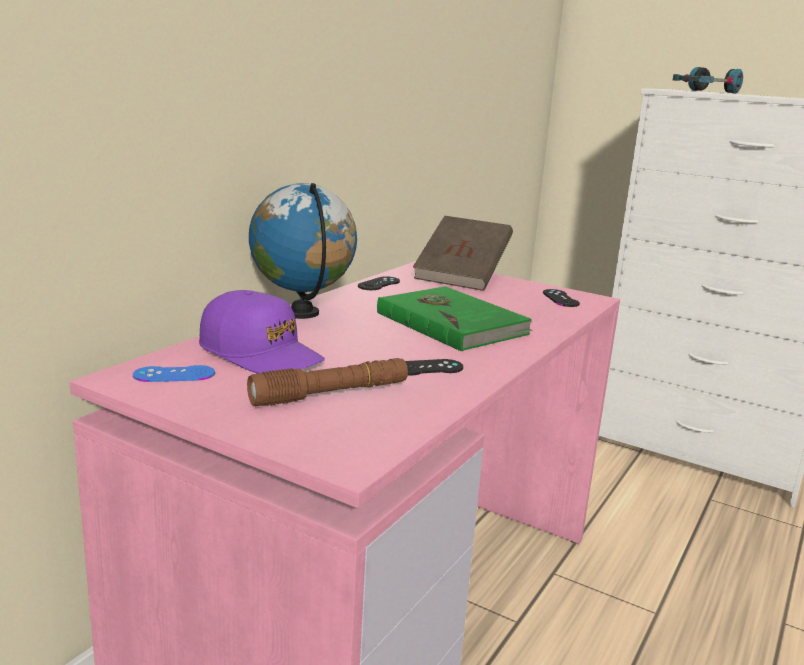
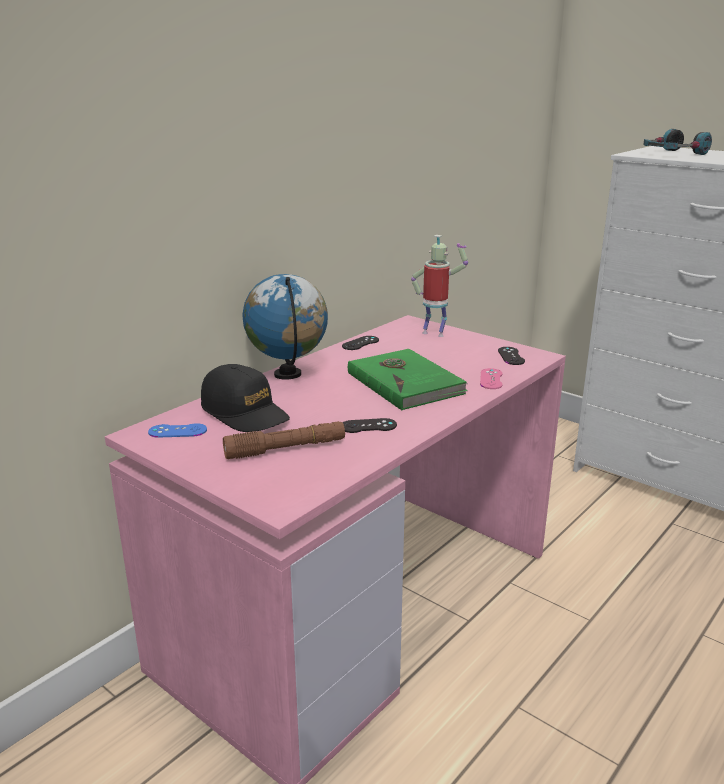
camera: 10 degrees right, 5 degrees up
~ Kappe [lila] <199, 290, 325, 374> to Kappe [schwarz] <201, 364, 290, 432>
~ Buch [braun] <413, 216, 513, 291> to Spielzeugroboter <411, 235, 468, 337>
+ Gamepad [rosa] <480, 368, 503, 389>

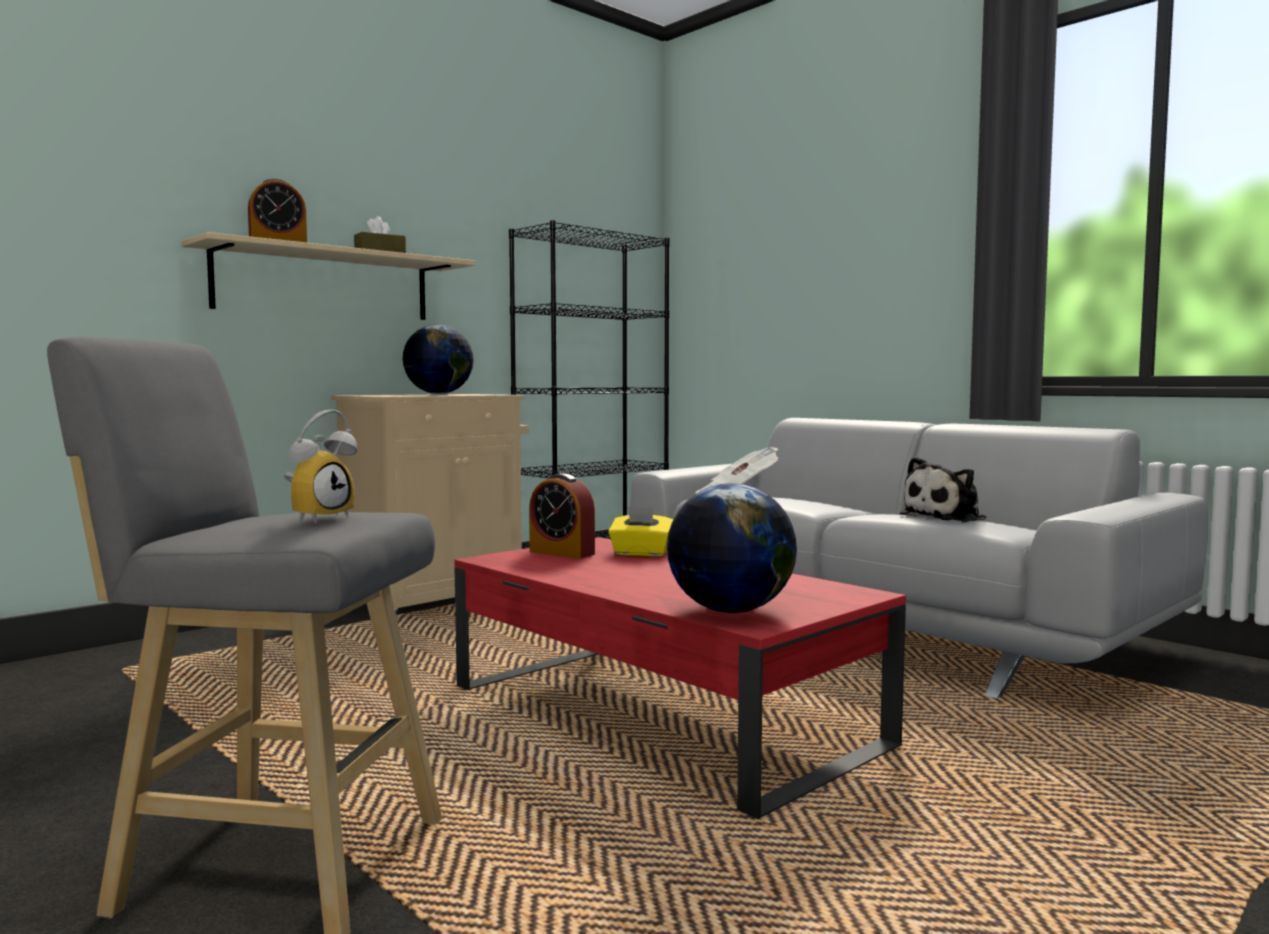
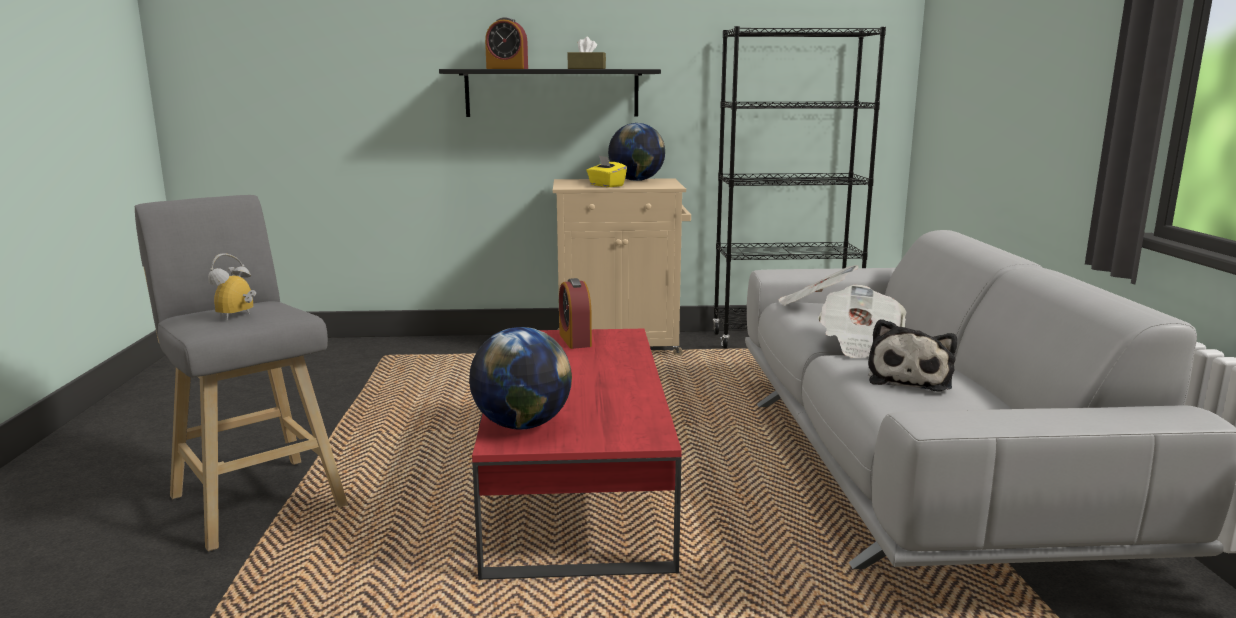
camera: 40 degrees right, 10 degrees up
~ Wandregal [beige] <181, 232, 476, 320> to Wandregal [schwarz] <439, 69, 661, 117>
~ Wecker <284, 409, 357, 523> = <208, 253, 256, 320> 135 degrees clockwise
~ Taschentuchbox [gelb] <608, 506, 674, 557> to <586, 156, 627, 187>
~ Plüschtier <899, 457, 986, 522> = <868, 319, 957, 391> 75 degrees counterclockwise
+ Zeitung <818, 285, 907, 358>

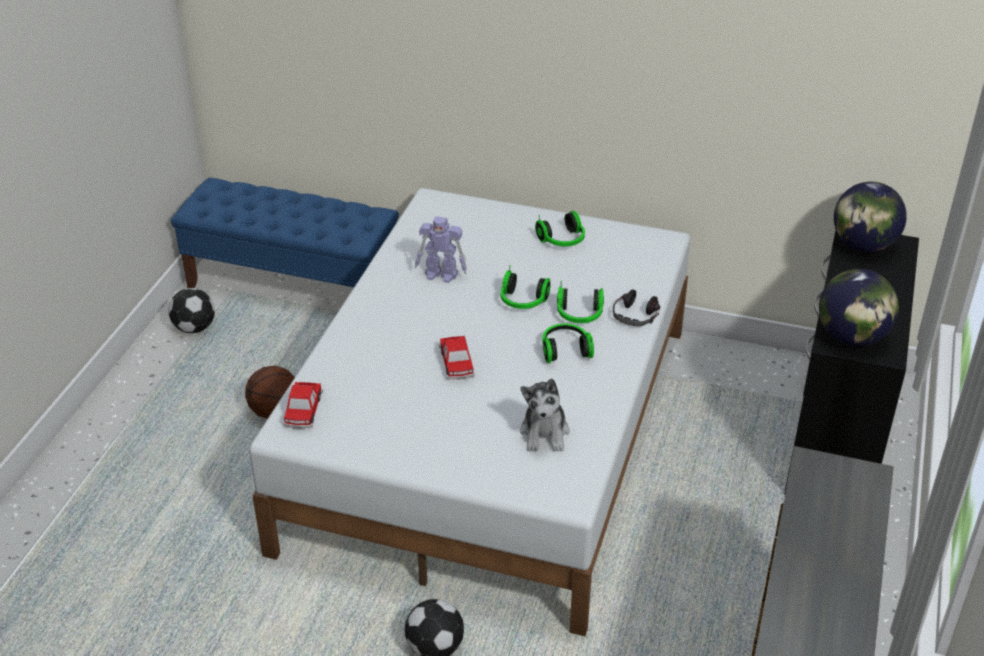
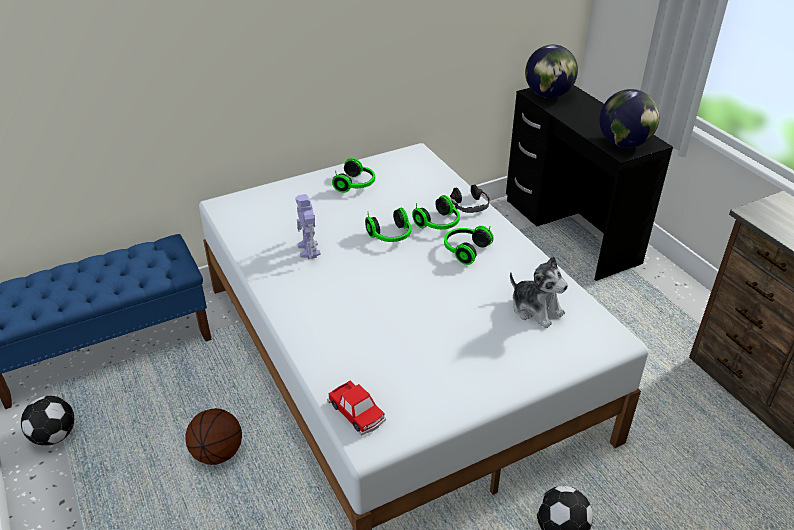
camera: 45 degrees left, 0 degrees up
~ Spielzeugroboter <415, 216, 467, 283> = <295, 194, 320, 259> 105 degrees clockwise
- Spielzeugauto <439, 336, 475, 380>

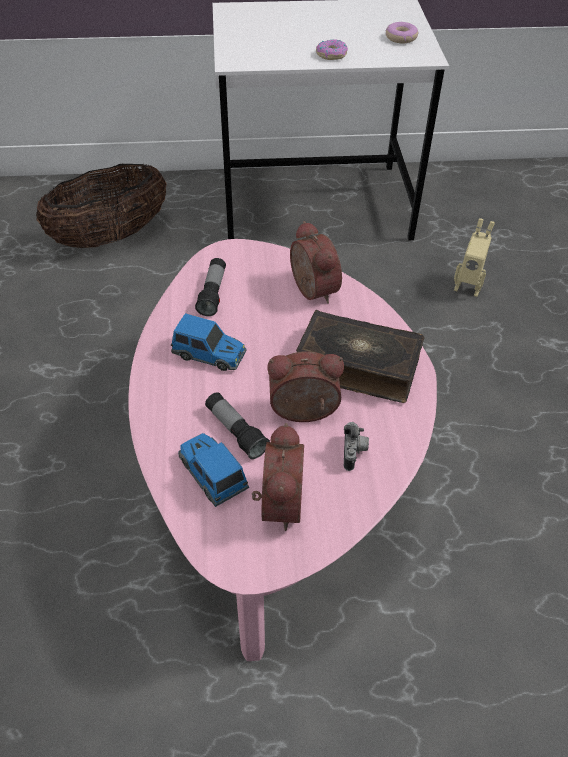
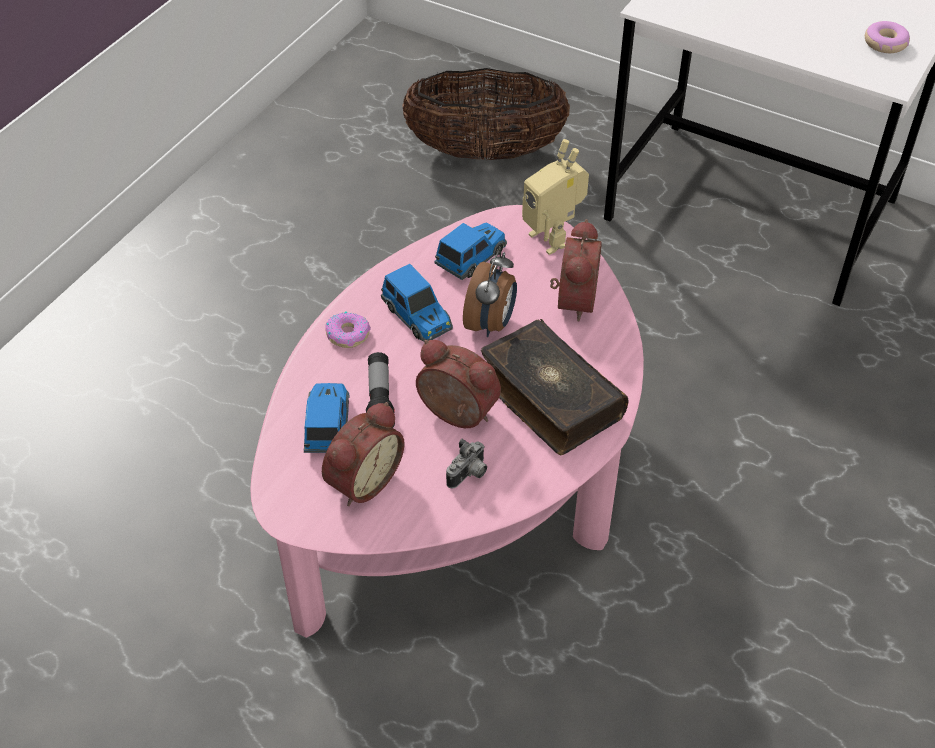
camera: 35 degrees right, 0 degrees up
~ Taschenlampe <195, 258, 226, 316> to Spielzeugauto <435, 223, 507, 280>
~ Donut <316, 39, 348, 60> to <325, 311, 371, 348>
~ Spielzeugroboter <454, 218, 495, 297> to <522, 139, 589, 255>
+ Wecker <463, 251, 517, 337>

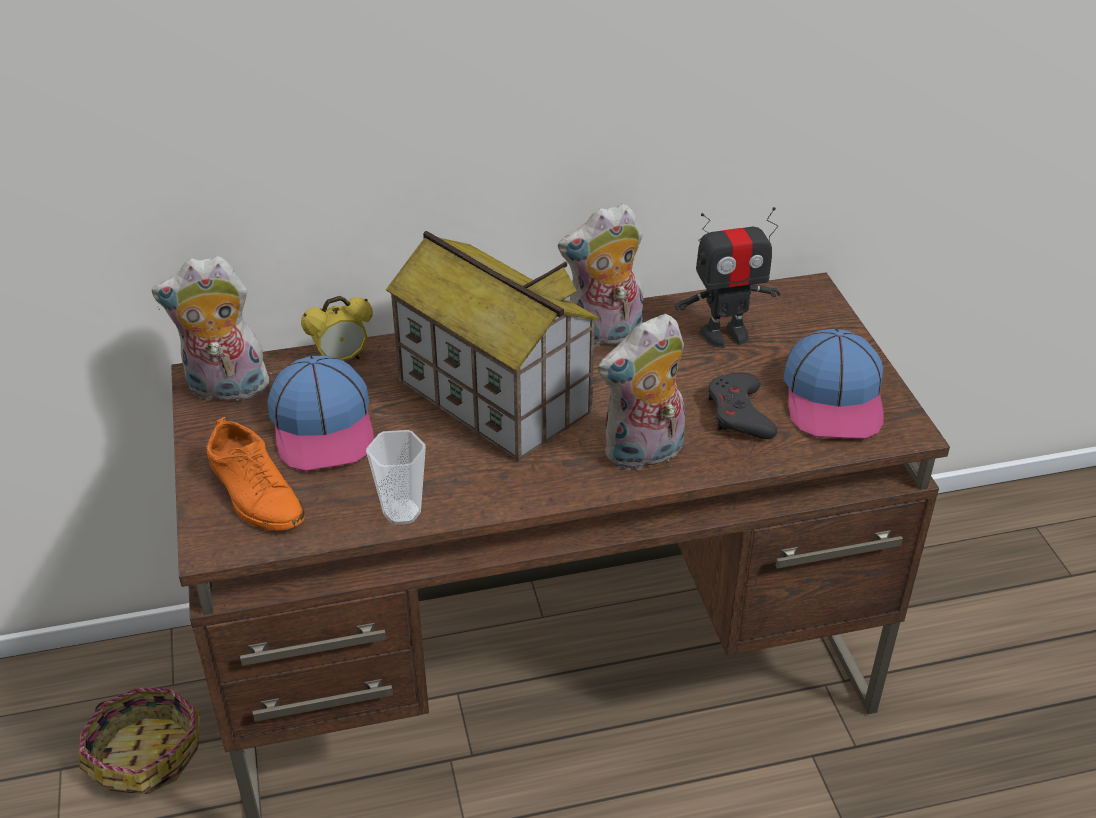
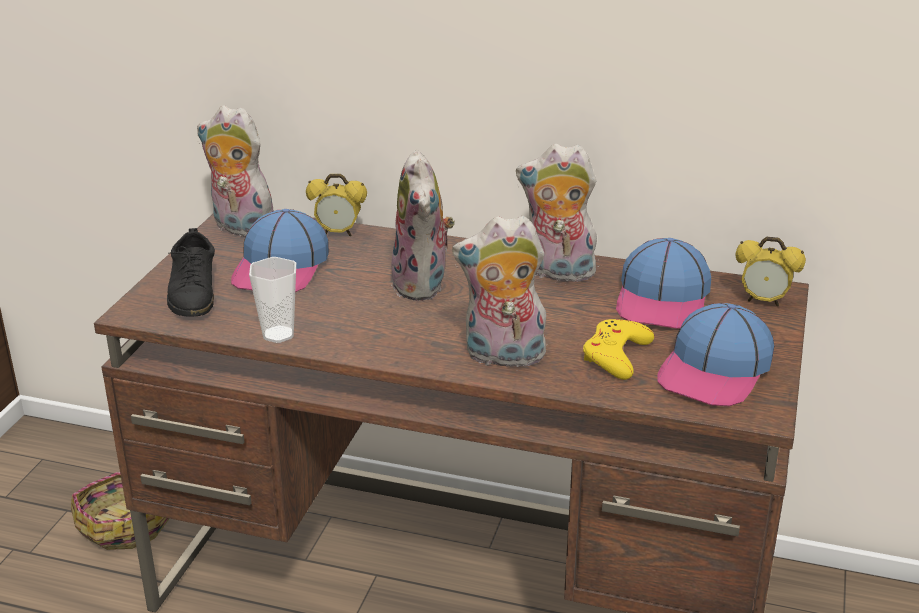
camera: 30 degrees right, 10 degrees down
~ Schuh [orange] <207, 417, 305, 531> to Schuh [schwarz] <167, 228, 215, 317>
~ Spielzeughaus <386, 231, 600, 462> to Plüschtier <390, 150, 455, 301>
~ Spielzeugroboter <675, 207, 780, 348> to Kappe <616, 238, 711, 329>
~ Gamepad [grau] <708, 372, 777, 439> to Gamepad [gelb] <583, 319, 654, 380>
+ Wecker <735, 237, 806, 306>

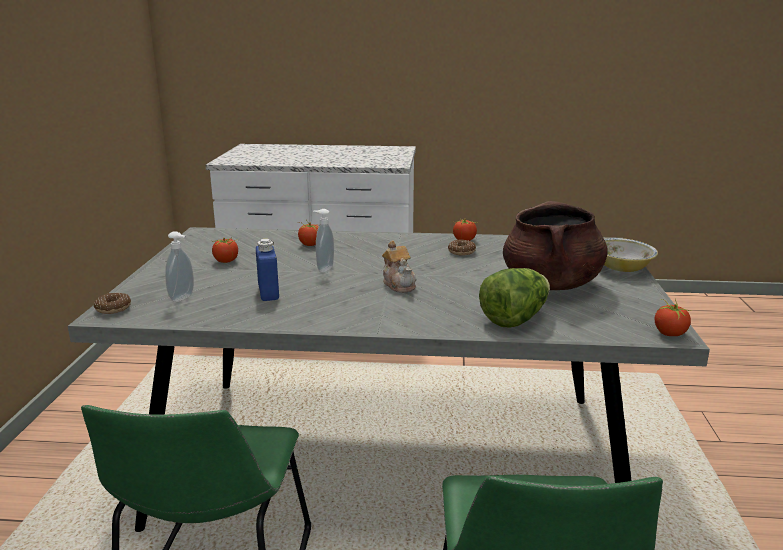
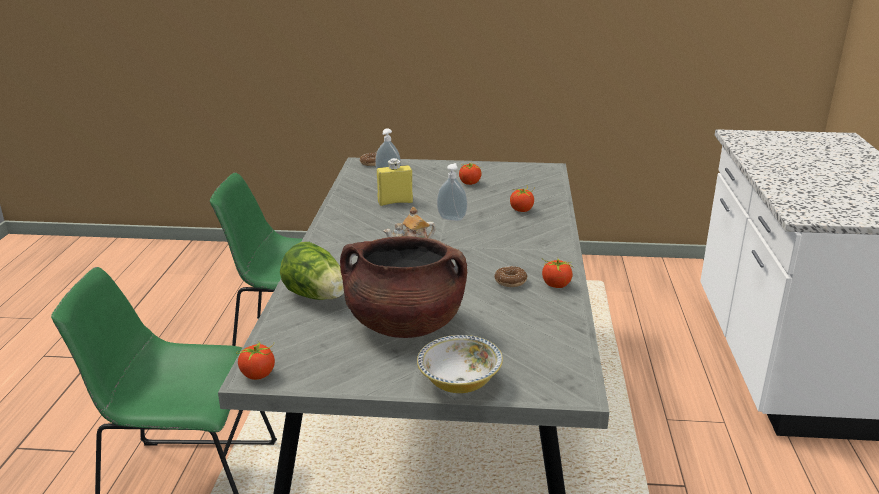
camera: 90 degrees right, 5 degrees up
~ Flasche [blau] <256, 239, 279, 301> to Flasche [gelb] <377, 158, 413, 206>

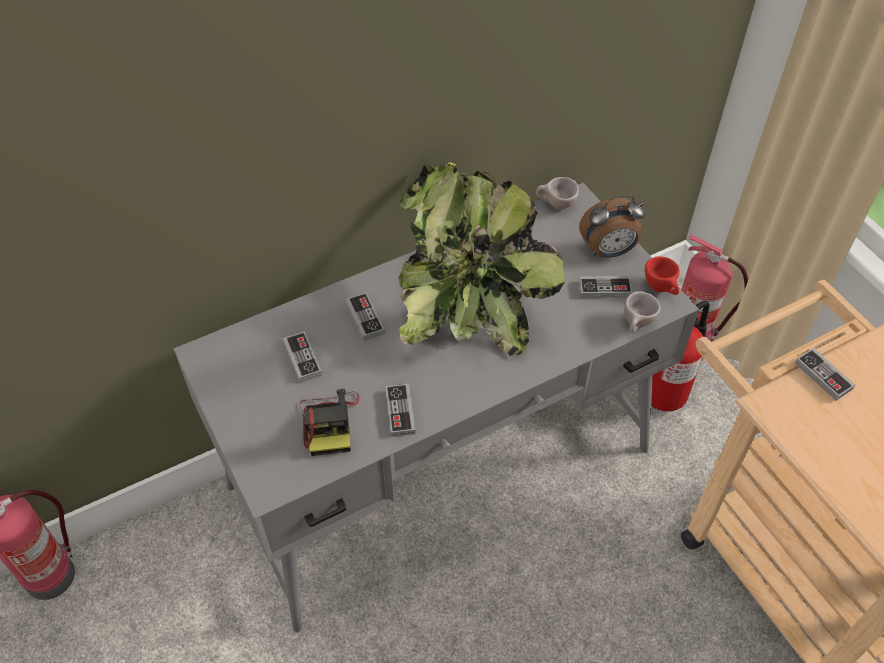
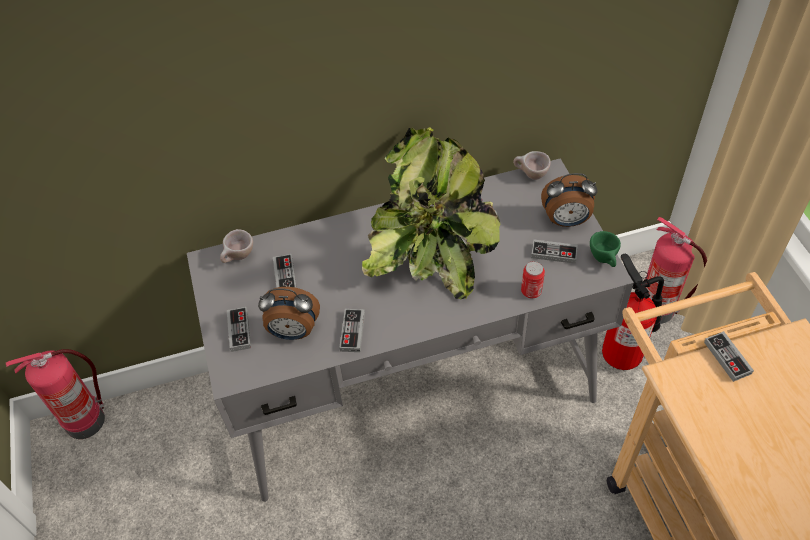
camera: 15 degrees right, 0 degrees up
~ Kamera <300, 389, 360, 456> to Wecker <258, 287, 320, 340>
~ Gamepad <346, 293, 385, 341> to <227, 307, 251, 352>
~ Tasse [beige] <624, 291, 660, 333> to <220, 229, 253, 263>
~ Tasse [rot] <645, 256, 680, 295> to Tasse [grün] <590, 231, 621, 267>
+ Dose <521, 261, 545, 298>

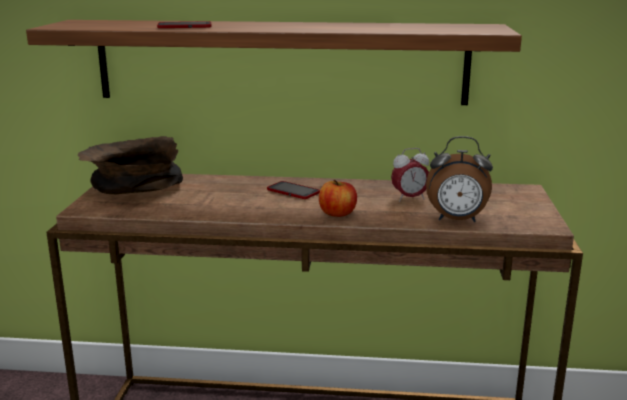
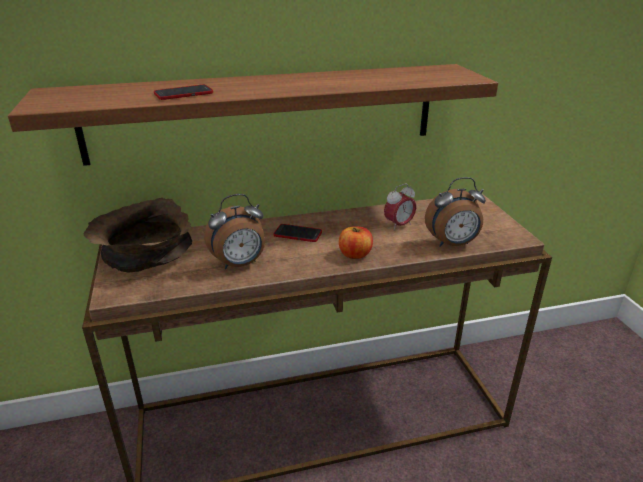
camera: 20 degrees left, 10 degrees up
+ Wecker <204, 194, 265, 269>

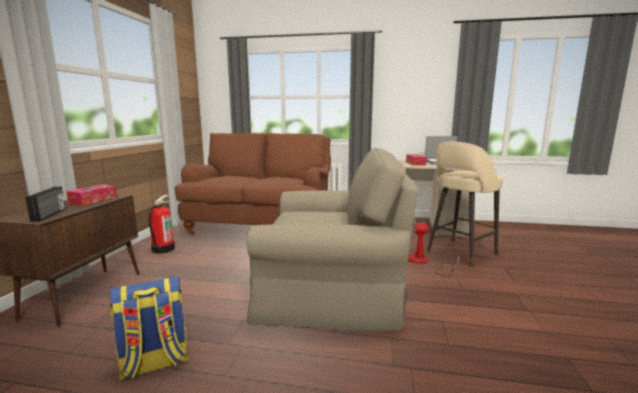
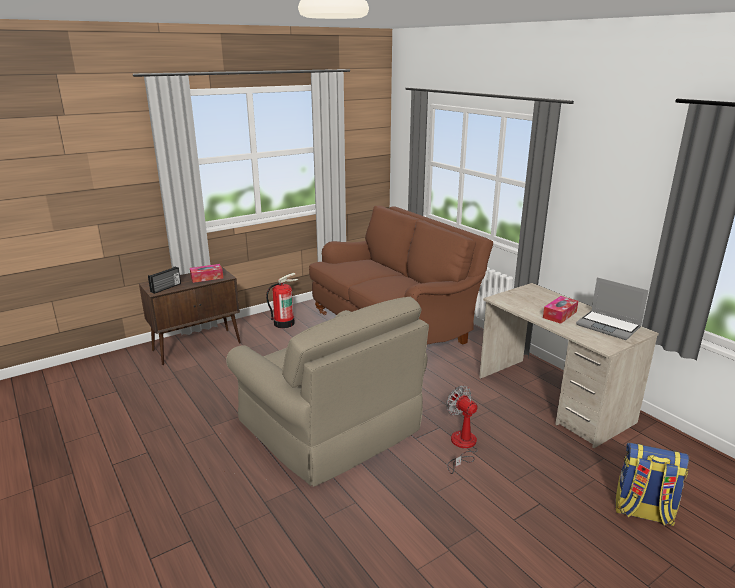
camera: 45 degrees right, 10 degrees up
~ Rucksack <109, 277, 189, 380> to <616, 443, 689, 526>
- Hocker [beige] <427, 142, 503, 268>

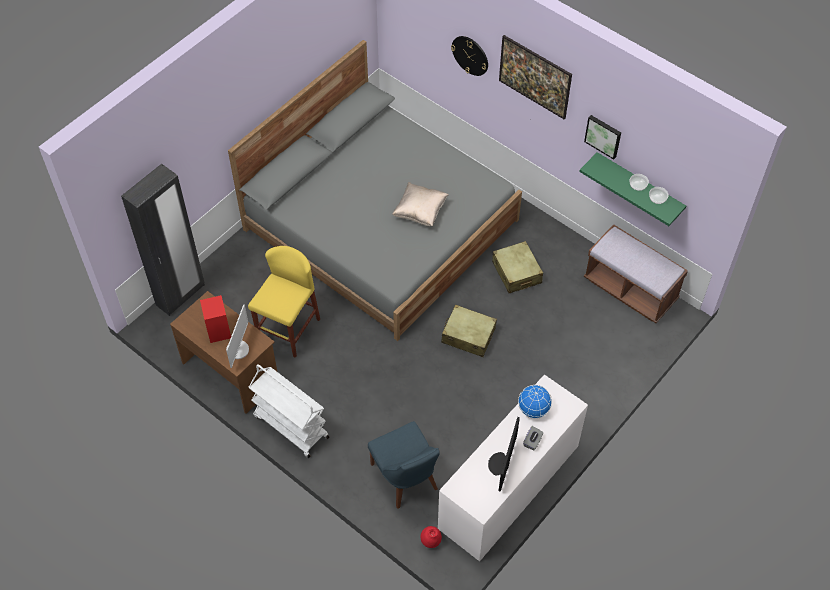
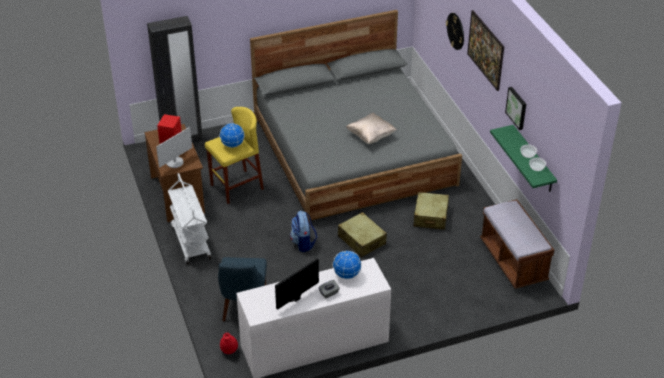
camera: 30 degrees right, 15 degrees down
+ Globus <220, 123, 245, 148>
+ Rucksack <290, 211, 317, 252>

